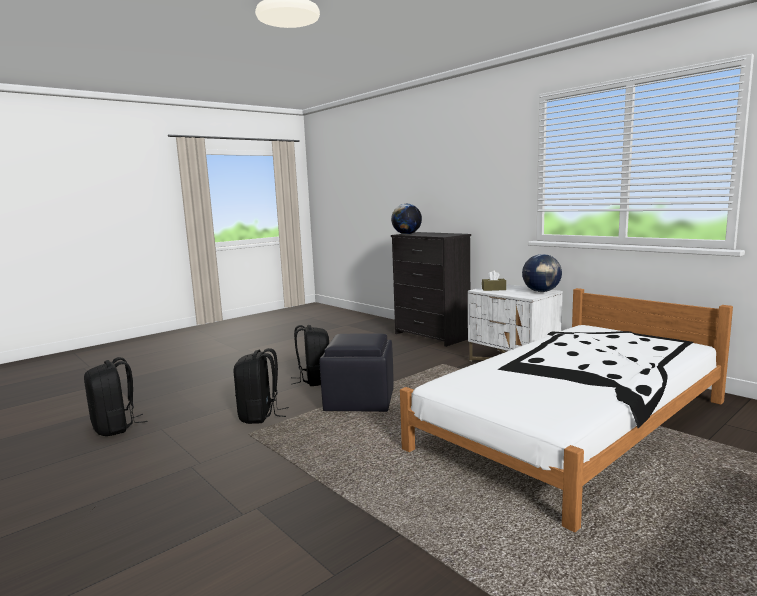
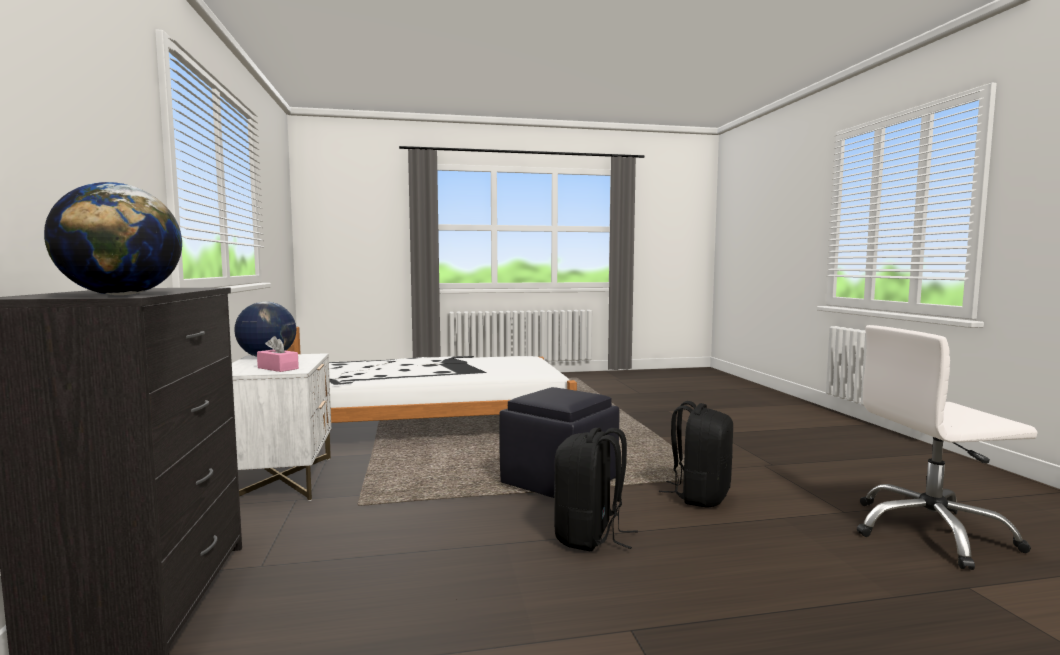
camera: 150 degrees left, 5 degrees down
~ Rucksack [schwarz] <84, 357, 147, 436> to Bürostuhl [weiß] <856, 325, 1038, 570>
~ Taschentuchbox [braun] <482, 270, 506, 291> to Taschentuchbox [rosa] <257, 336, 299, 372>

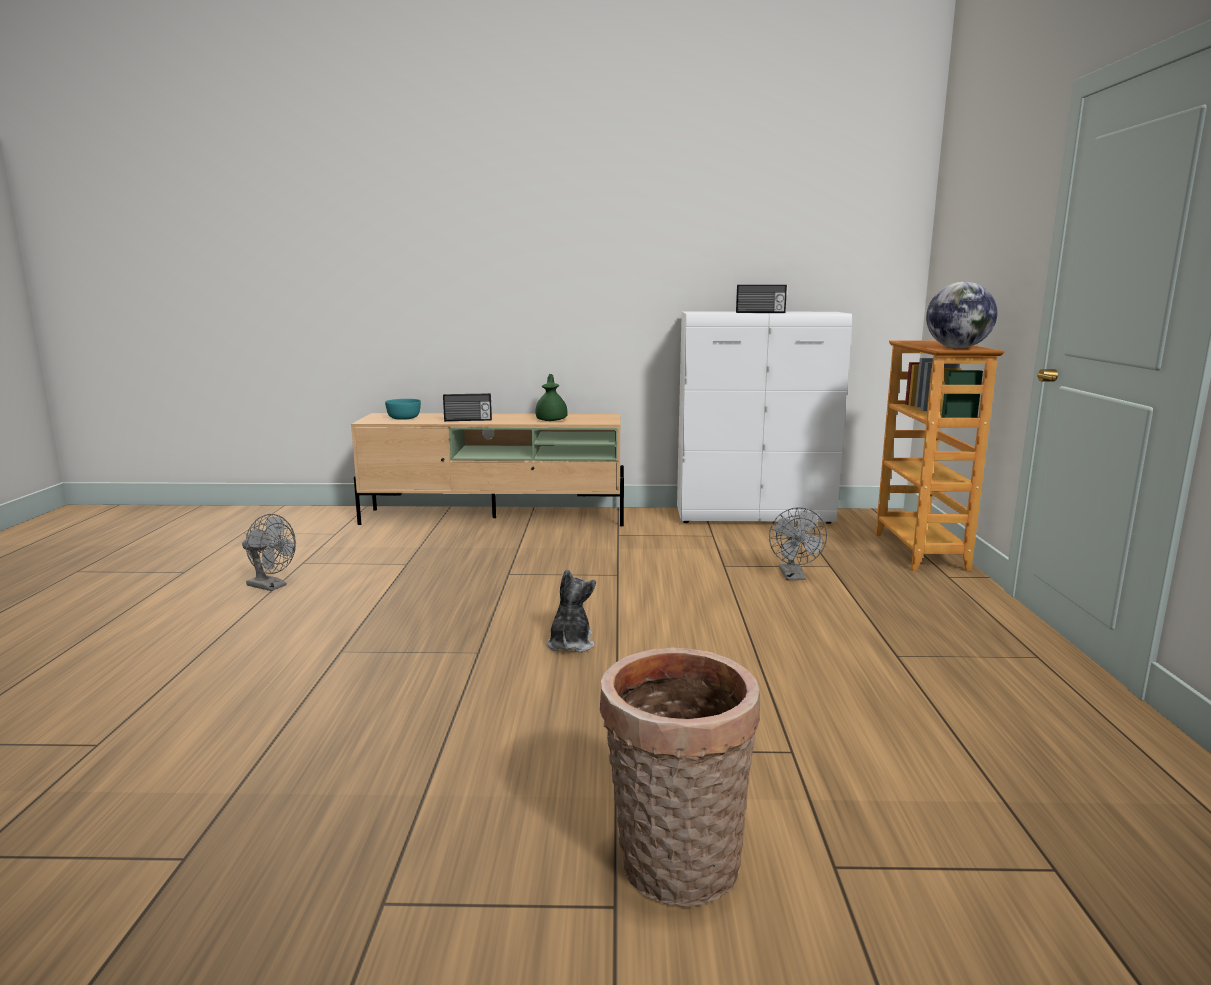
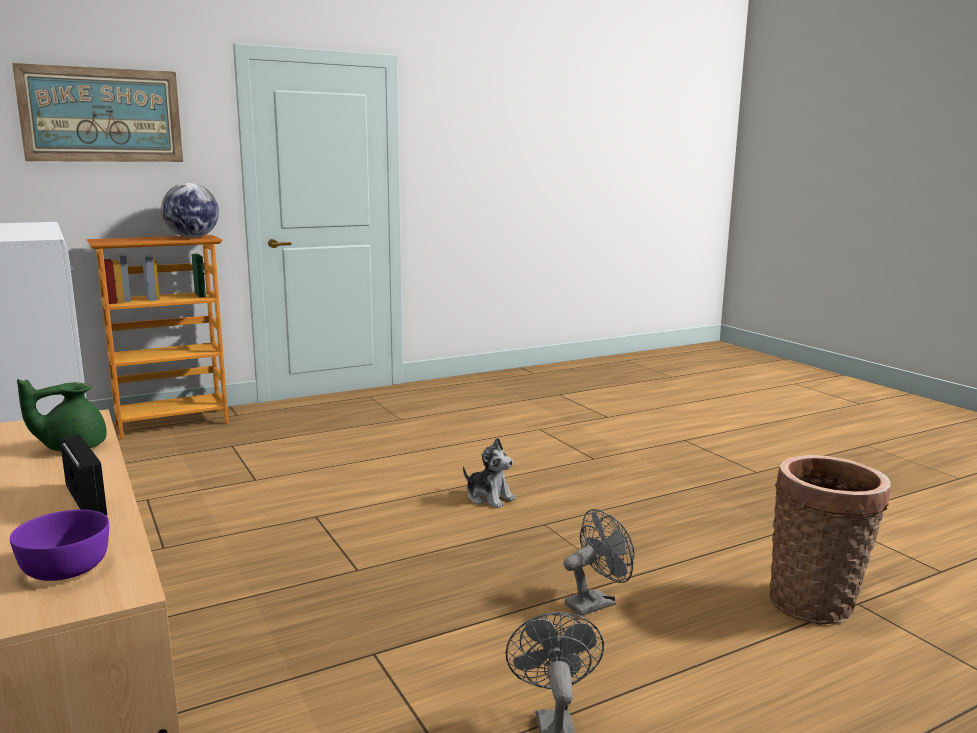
camera: 120 degrees left, 0 degrees up
~ Schüssel [türkis] <385, 399, 421, 420> to Schüssel [lila] <10, 510, 109, 581>
~ Plüschtier <547, 569, 596, 653> = <463, 437, 516, 508> 120 degrees counterclockwise
~ Korb <600, 648, 760, 907> to <769, 455, 891, 625>
- Radio <736, 285, 787, 313>
~ Ventilator [grau] <769, 507, 827, 580> to <563, 509, 634, 616>
+ Bild <12, 63, 183, 162>

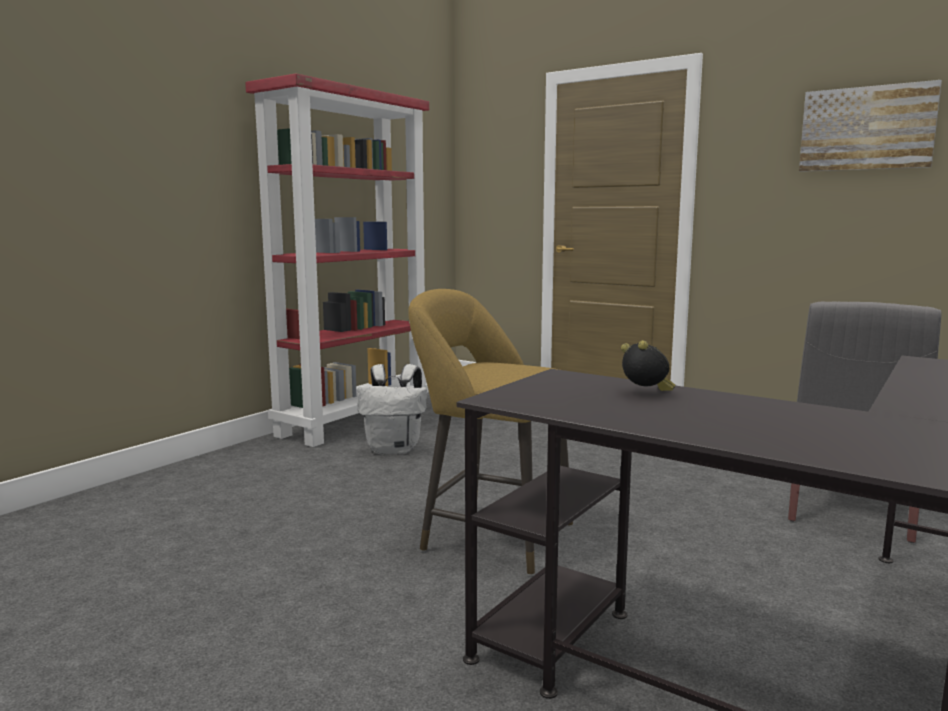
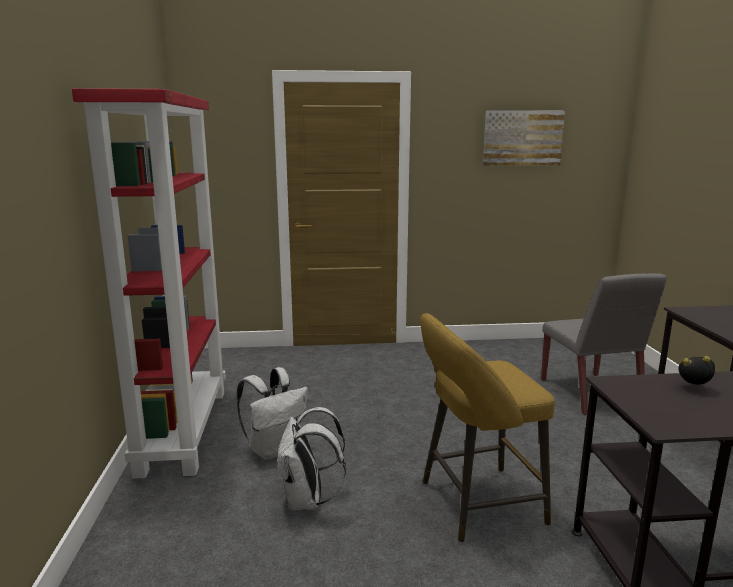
camera: 40 degrees left, 5 degrees up
+ Rucksack [weiß] <276, 407, 346, 510>

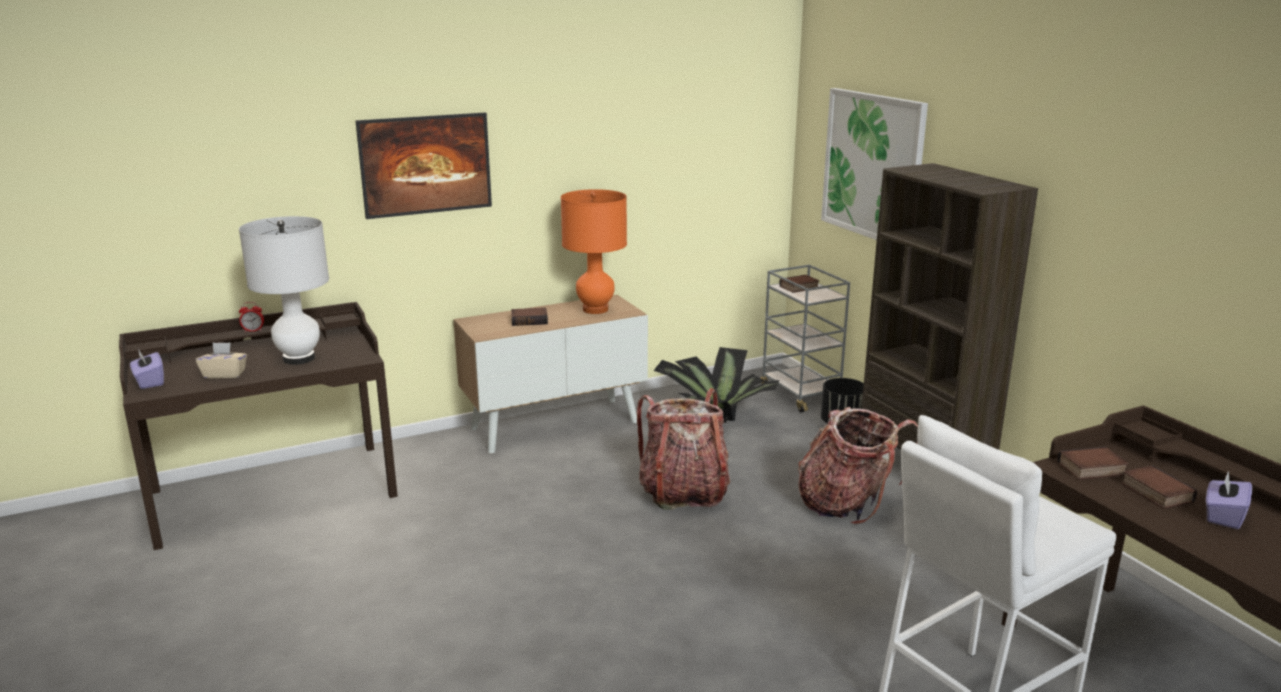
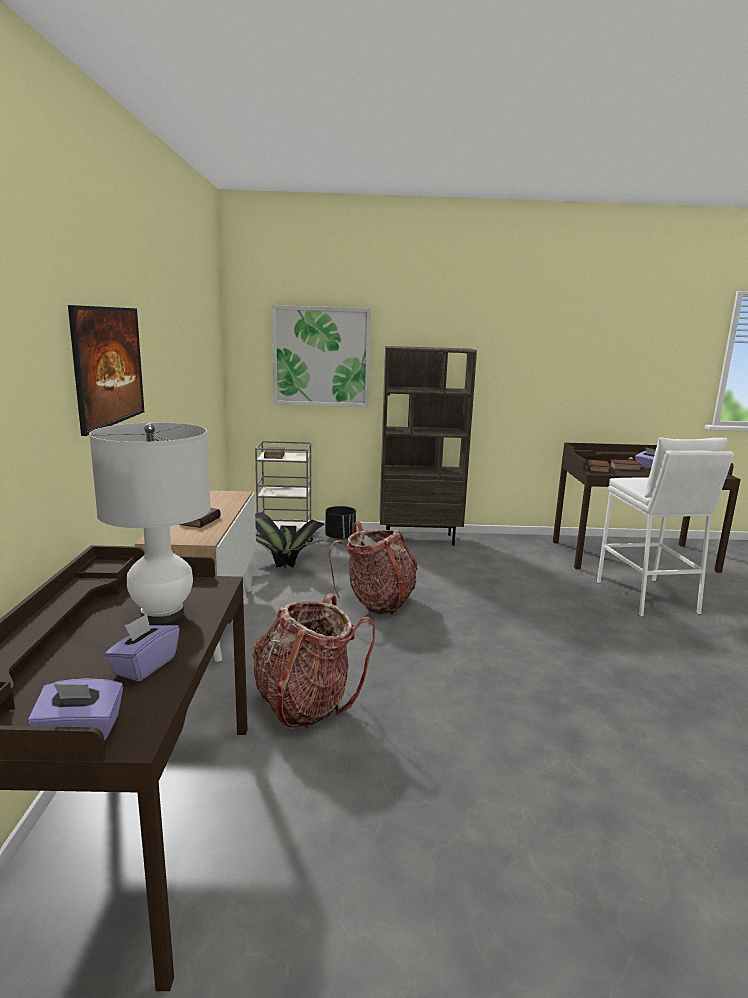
camera: 65 degrees left, 5 degrees down
~ Taschentuchbox [beige] <196, 342, 247, 379> to Taschentuchbox [lila] <104, 614, 180, 682>
- Wecker <239, 302, 264, 332>
- Tischlampe [orange] <561, 189, 627, 314>
~ Rucksack <798, 407, 918, 525> to <252, 593, 375, 729>

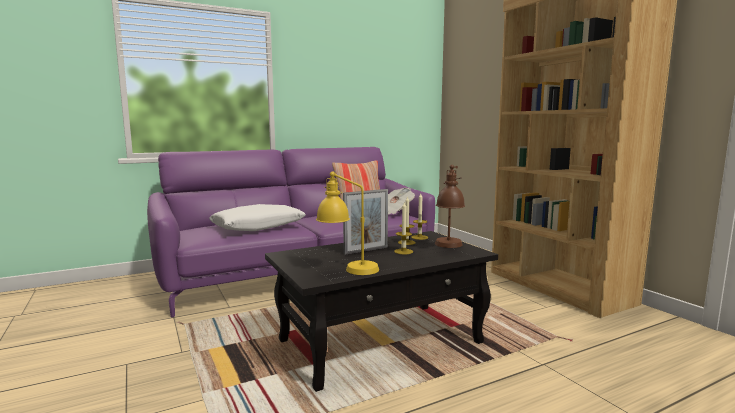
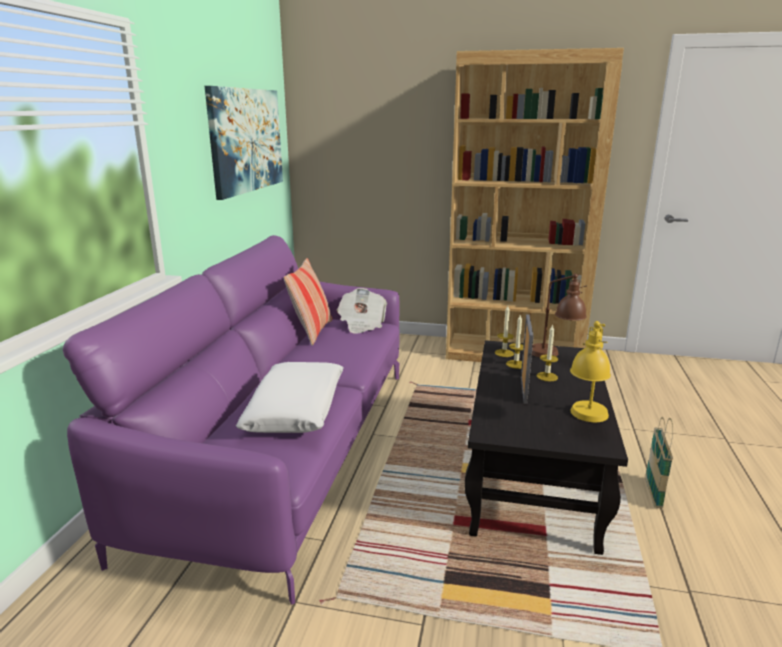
camera: 50 degrees left, 10 degrees up
+ Bild <205, 86, 283, 200>
+ Korb <646, 417, 673, 509>

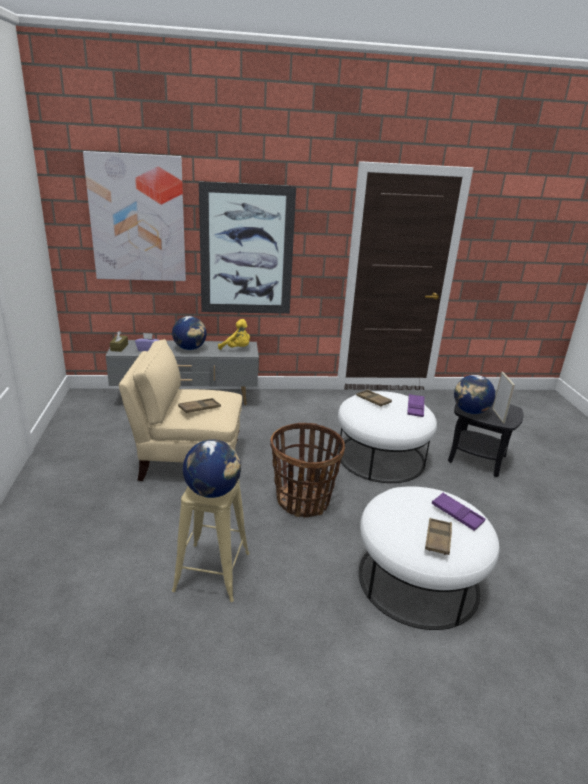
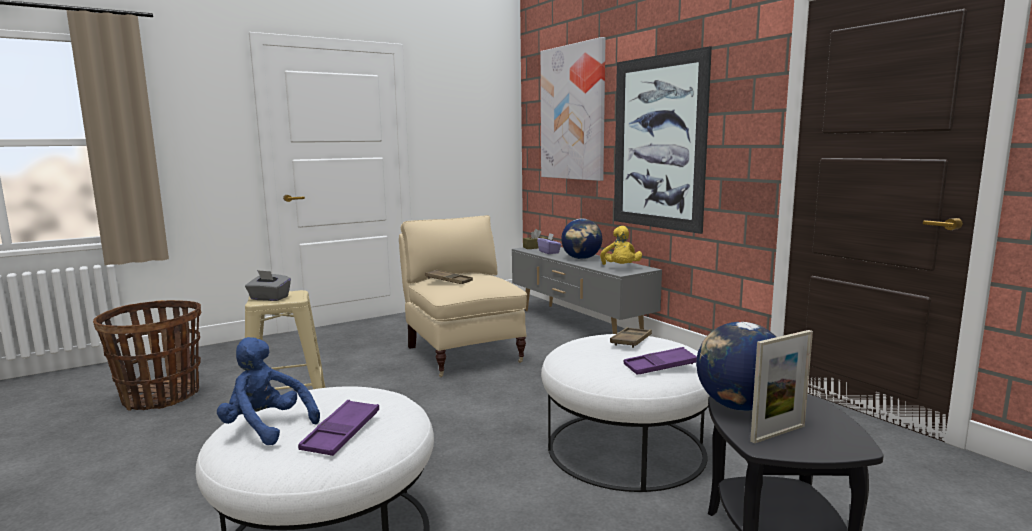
camera: 65 degrees right, 15 degrees down
~ Globus <183, 439, 241, 498> to Taschentuchbox [grau] <245, 270, 291, 301>
~ Korb <270, 423, 345, 518> to <93, 300, 201, 411>
~ Tablett [braun] <425, 518, 452, 555> to Plüschtier [blau] <217, 337, 320, 445>

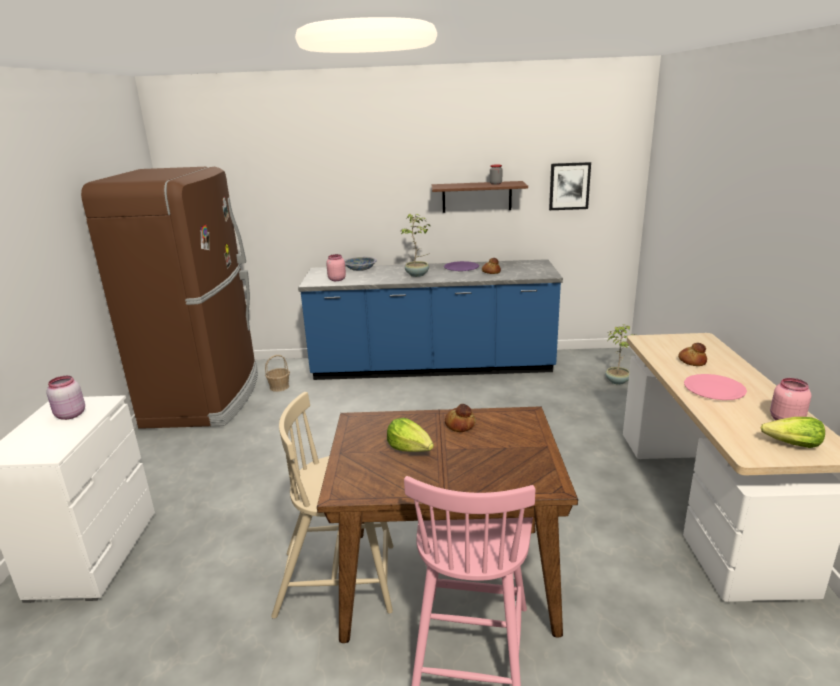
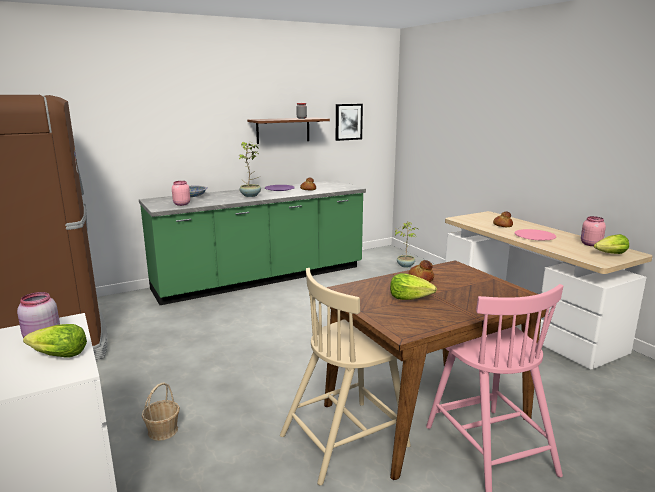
camera: 30 degrees left, 5 degrees down
~ Korb <265, 355, 290, 392> to <142, 382, 180, 441>
~ Küchenzeile [blau] <298, 259, 563, 380> to Küchenzeile [grün] <139, 180, 366, 305>
+ Salatkopf <23, 324, 87, 358>

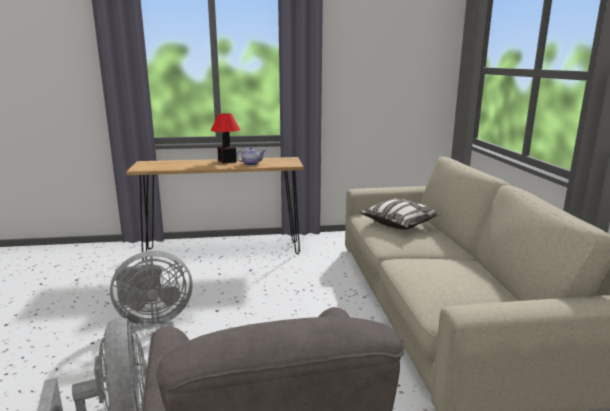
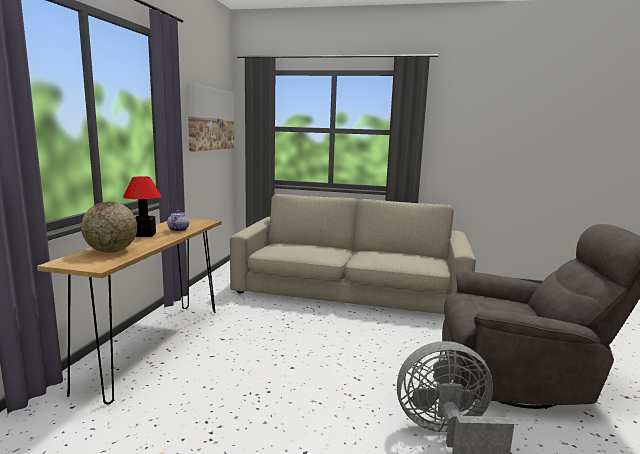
camera: 70 degrees left, 5 degrees down
- Ventilator [grau] <110, 251, 192, 326>
- Kissen <360, 198, 441, 229>
+ Globus <81, 202, 137, 253>
+ Bild <187, 83, 234, 151>

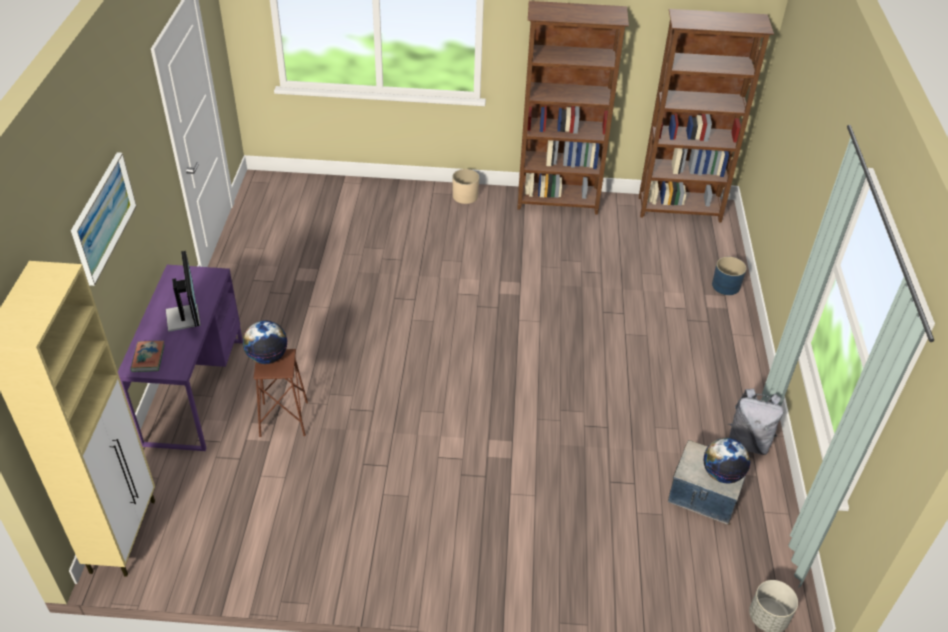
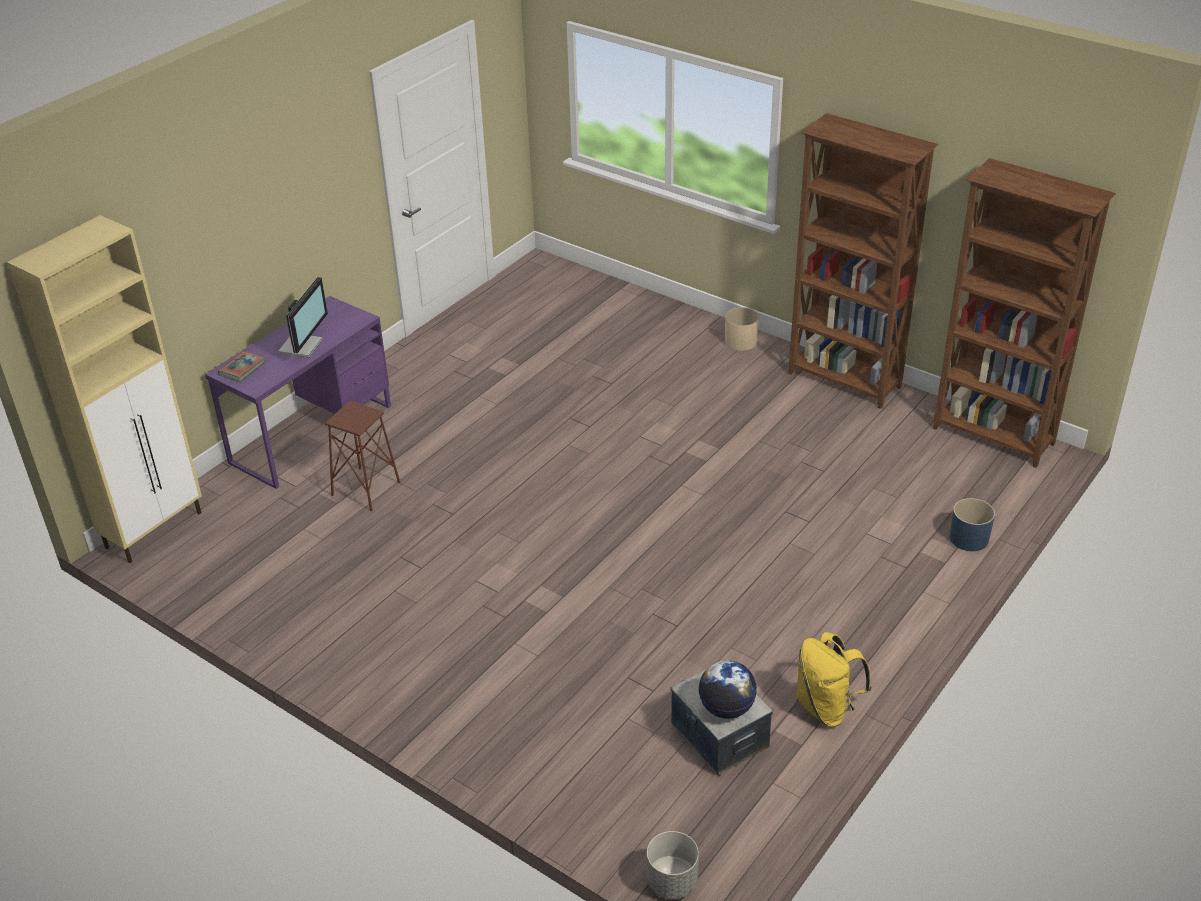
camera: 35 degrees right, 5 degrees down
- Bild <71, 152, 137, 286>
- Globus <243, 320, 287, 364>
~ Rucksack [grau] <728, 389, 783, 455> to Rucksack [gelb] <796, 632, 872, 727>

